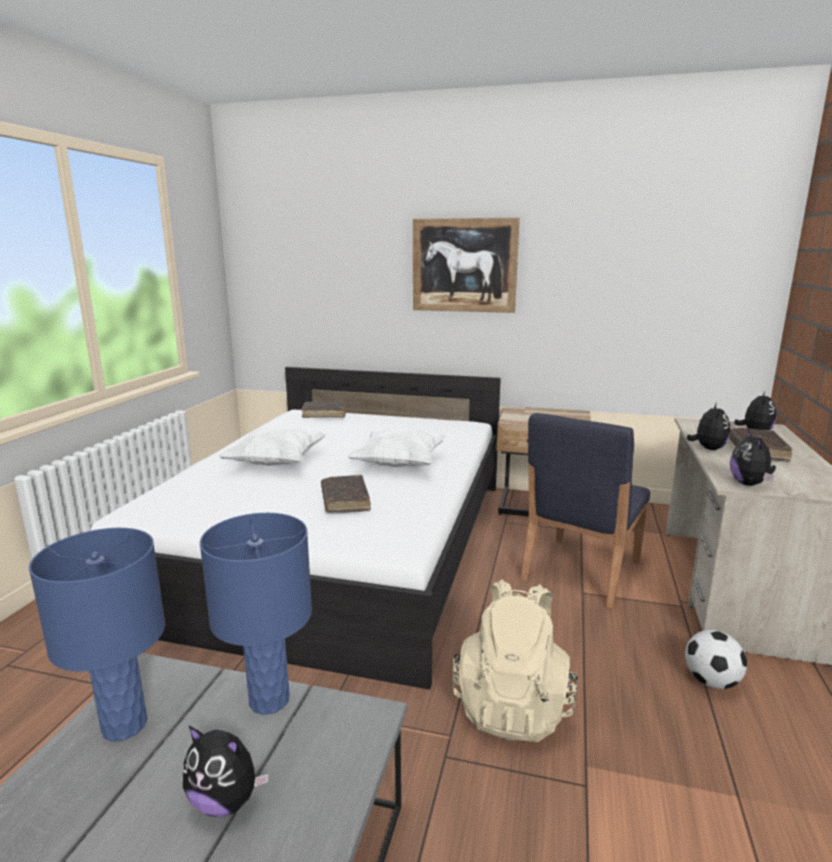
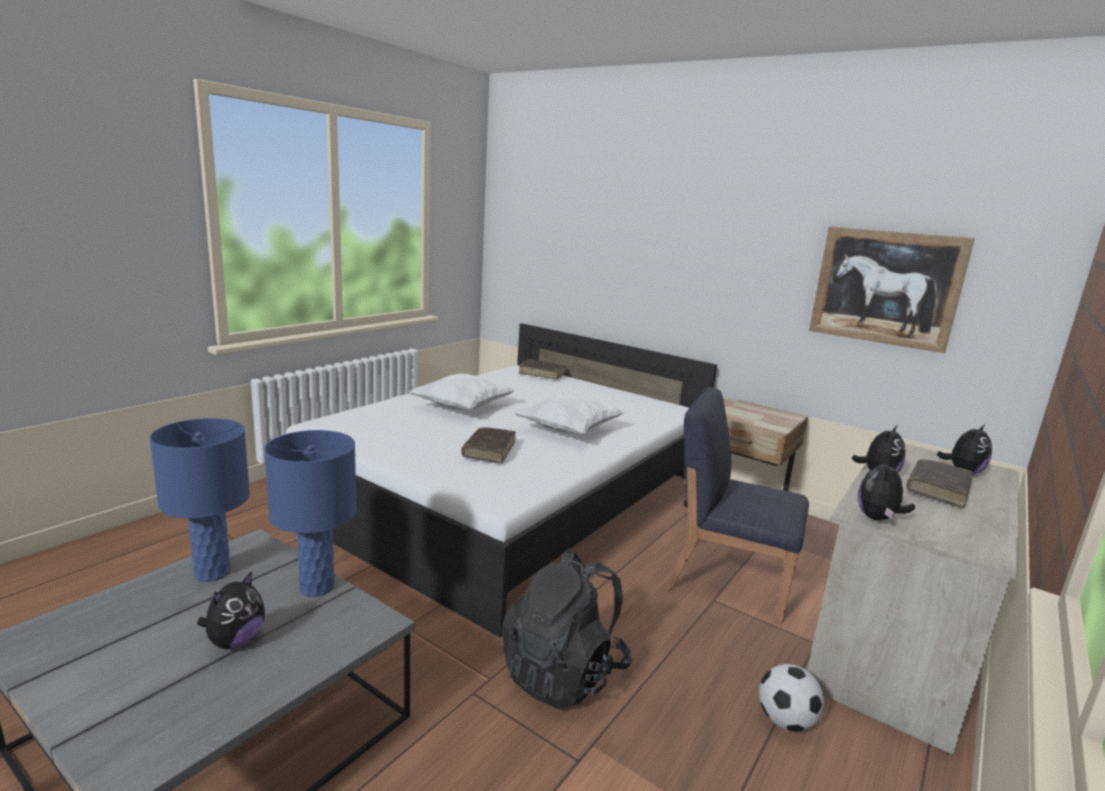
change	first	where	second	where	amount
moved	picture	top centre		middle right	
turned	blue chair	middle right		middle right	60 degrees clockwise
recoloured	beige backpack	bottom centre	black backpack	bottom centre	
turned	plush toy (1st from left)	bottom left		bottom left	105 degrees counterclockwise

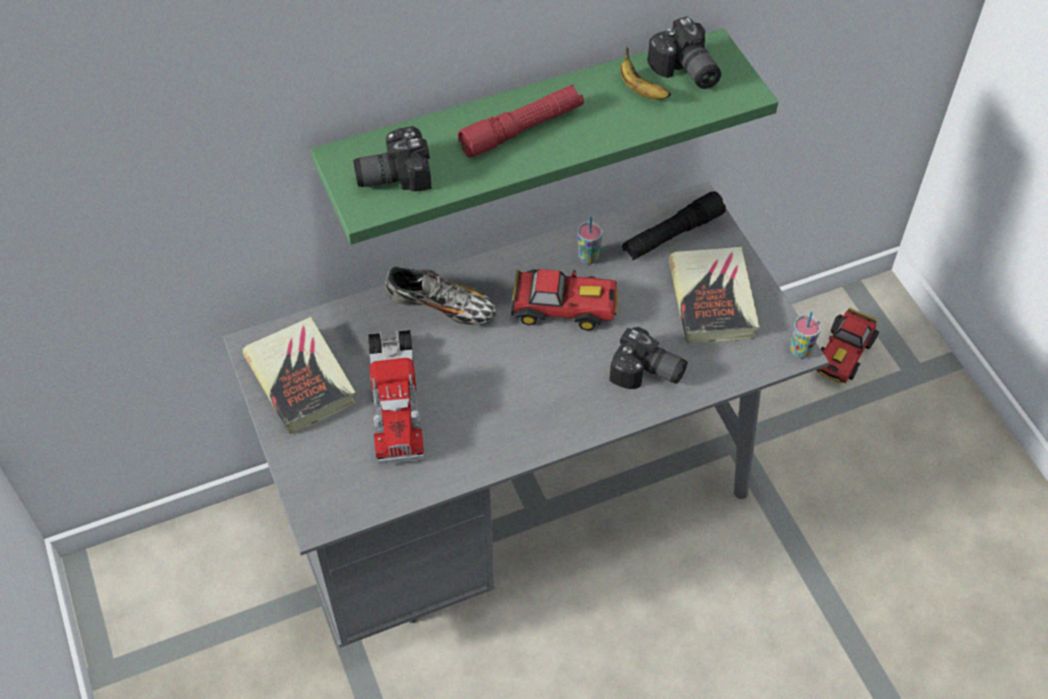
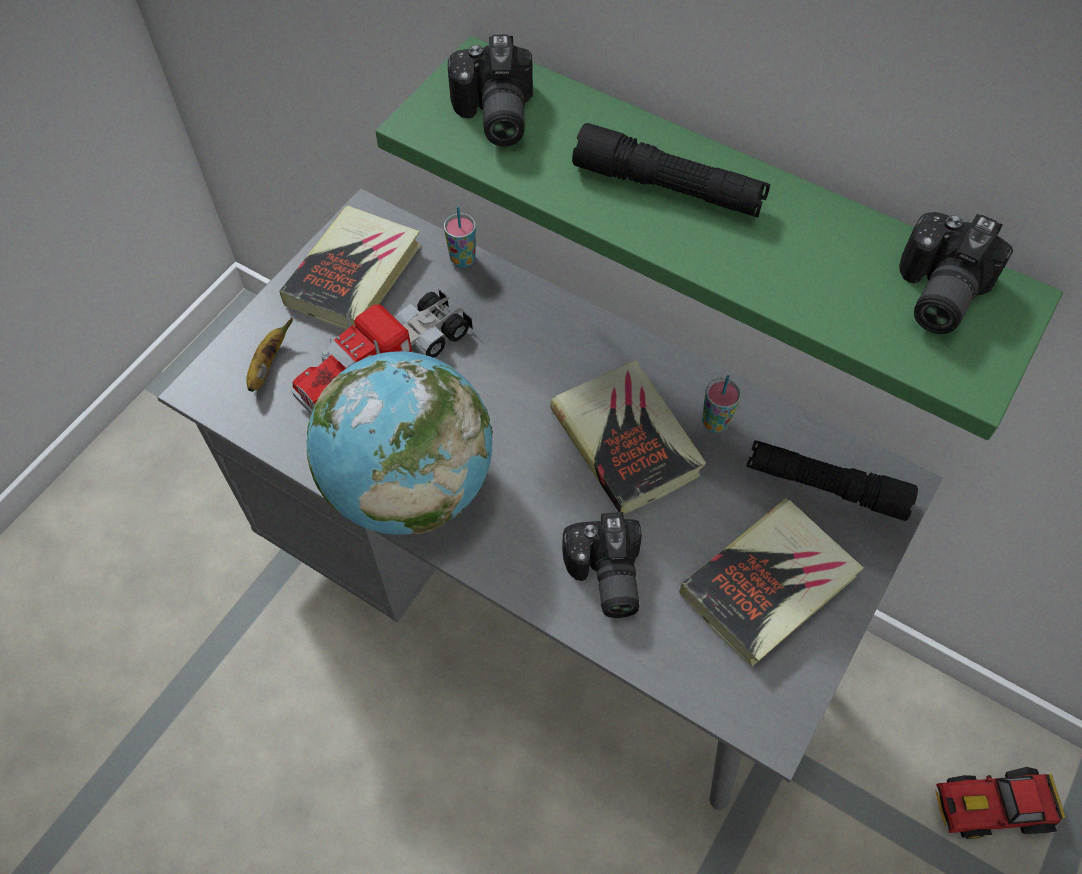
change	first	where	second	where	amount
moved	banana	top centre		middle left	
recoloured	red flashlight	top centre	black flashlight (1st from left)	top centre	
turned	photo camera (1st from left)	top centre		top centre	135 degrees counterclockwise
removed	shoe	centre			
replaced	toy car (1st from left)	centre	book (2nd from left)	centre	
moved	cup (2nd from left in the first image)	middle right	cup (1st from left)	top centre	
added			globe	centre	

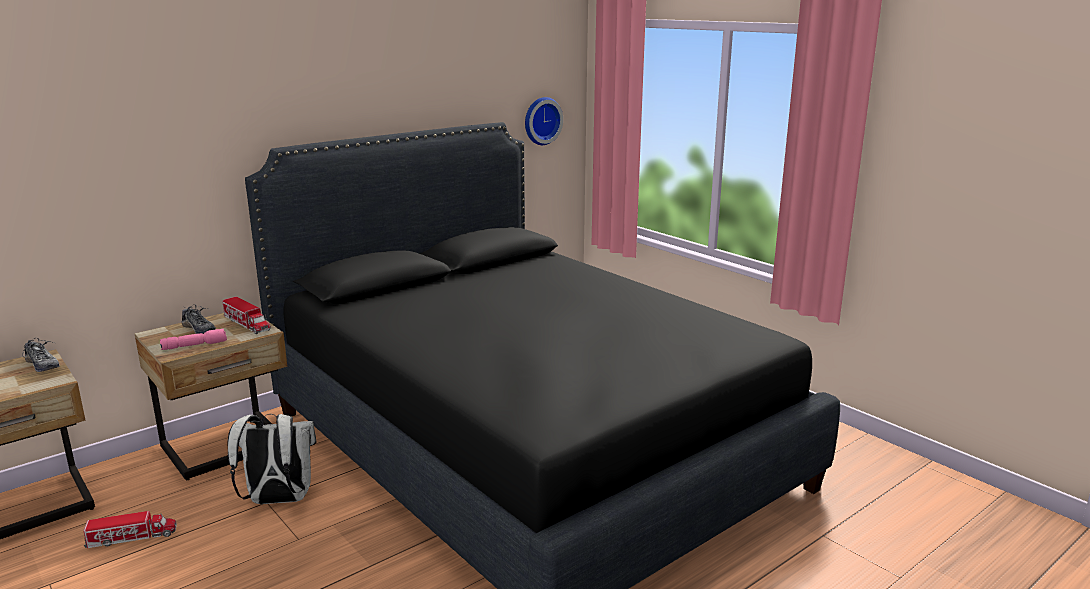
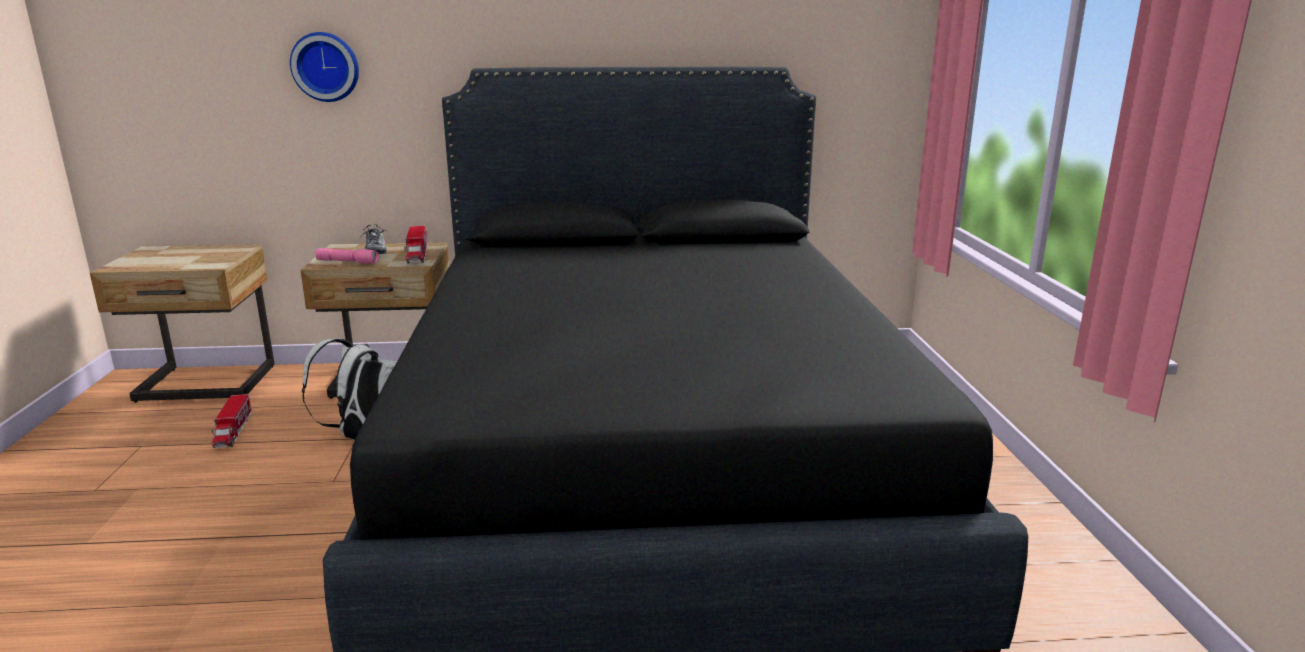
change	first	where	second	where	amount
moved	wall clock	top centre		top left	
removed	shoe (1st from left)	middle left			
turned	toy truck (1st from left)	bottom left		middle left	60 degrees clockwise

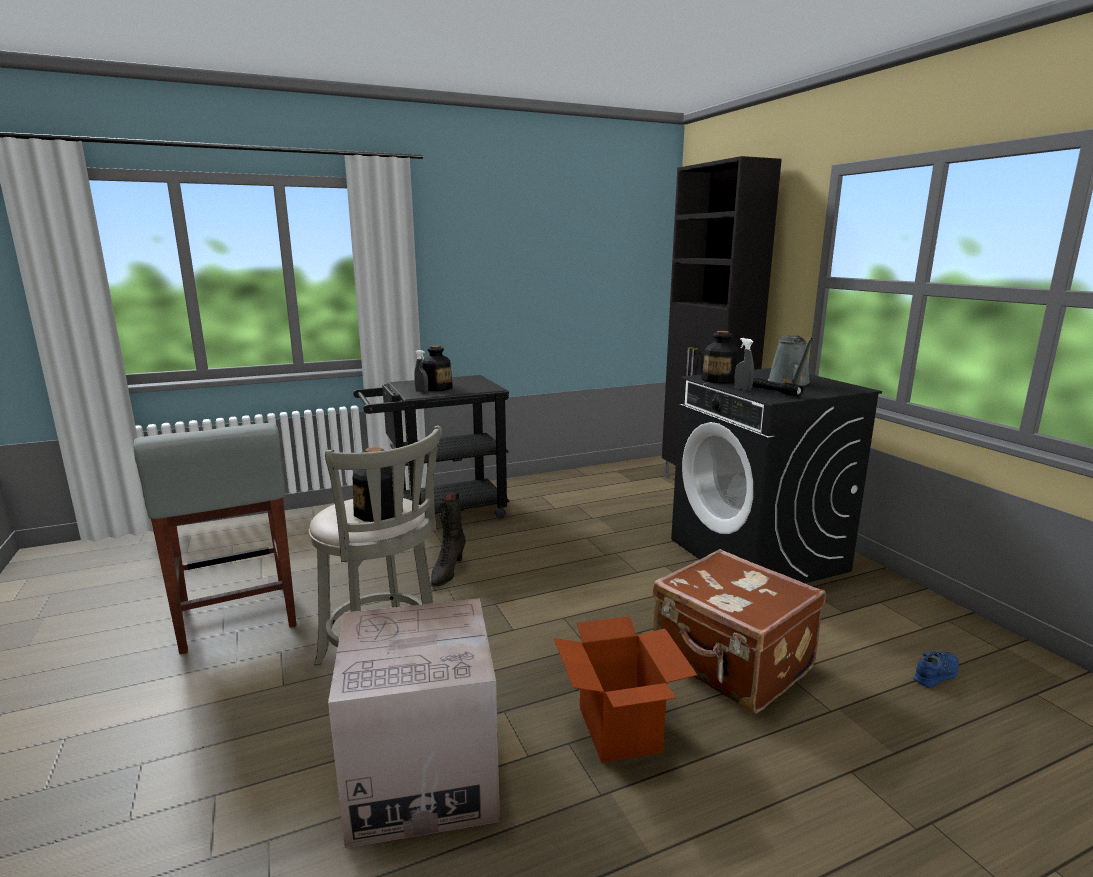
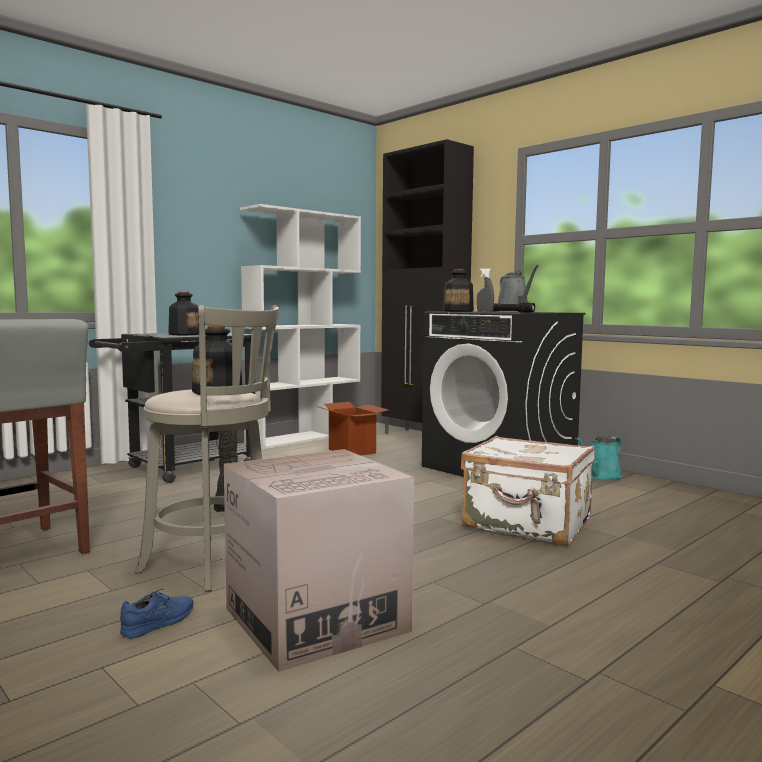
change	first	where	second	where	amount
removed	grey spray bottle (1st from left)	centre			
recoloured	brown suitcase	bottom right	white suitcase	middle right	
moved	cardboard box (2nd from left)	bottom centre		centre	
moved	blue shoe	bottom right		bottom left	
added			white bookcase	centre	
added			turquoise watering can	middle right	

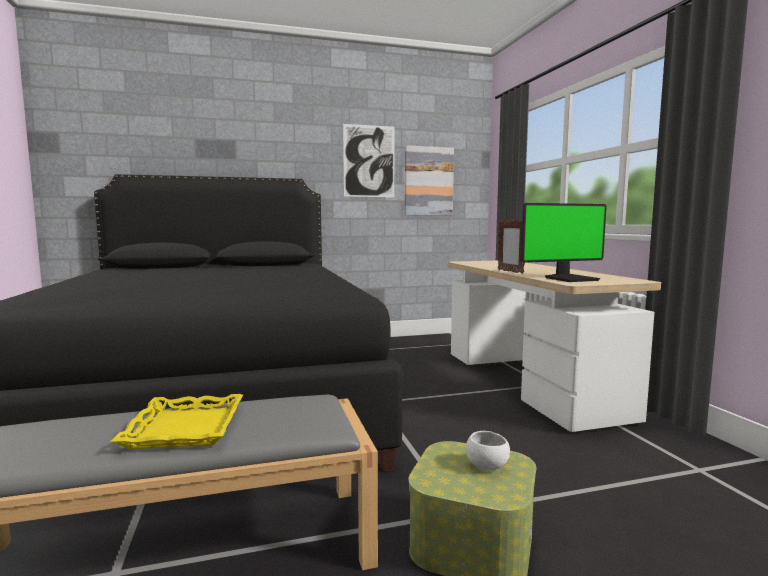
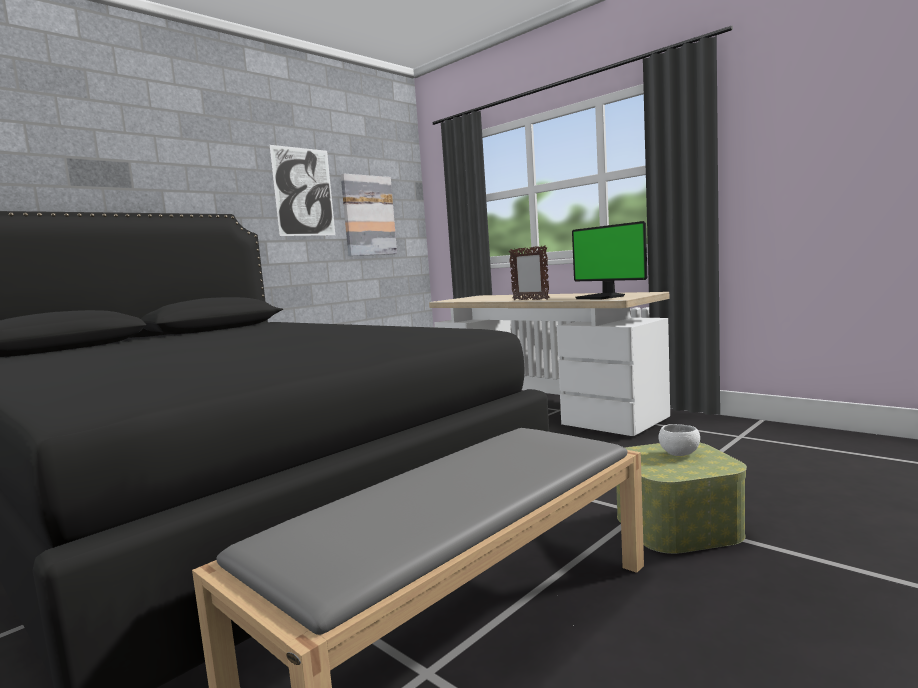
change	first	where	second	where	amount
turned	monitor	middle right		centre	105 degrees clockwise
removed	yellow tray	bottom left			

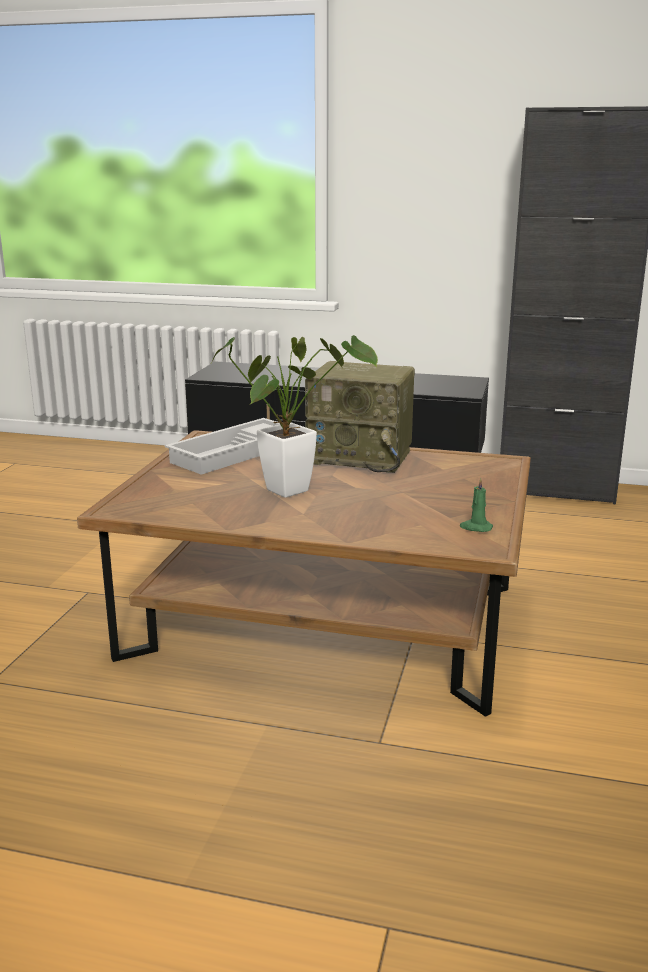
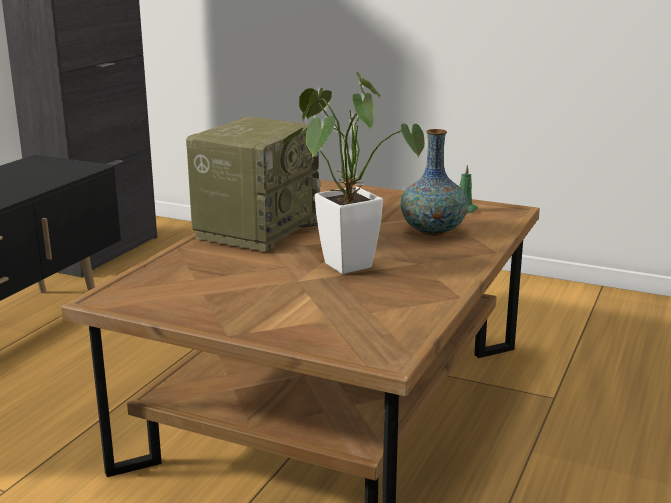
change	first	where	second	where	amount
removed	white tray	centre			
added			vase	centre	

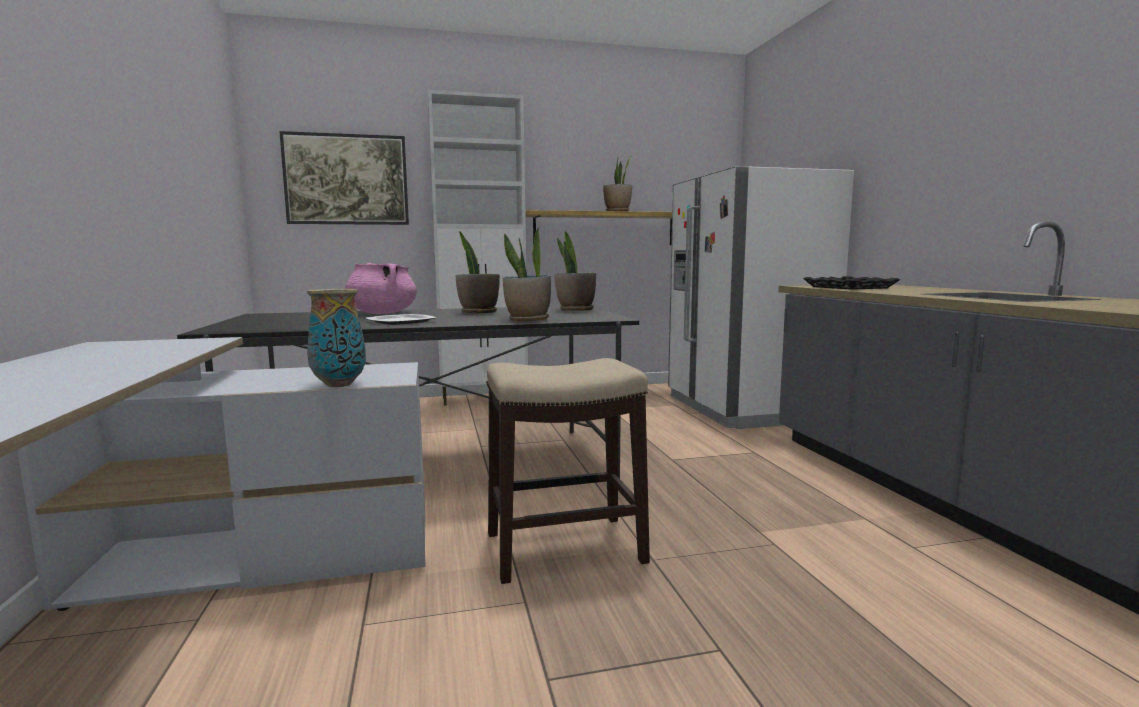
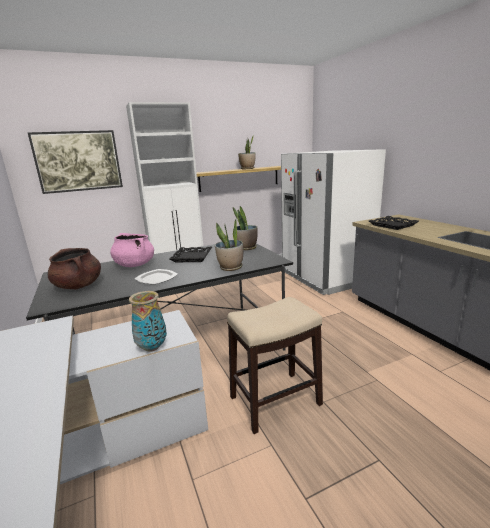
change	first	where	second	where	amount
replaced	potted plant (1st from left)	centre	black tray (1st from left)	centre	
added			brown cooking pot	middle left	

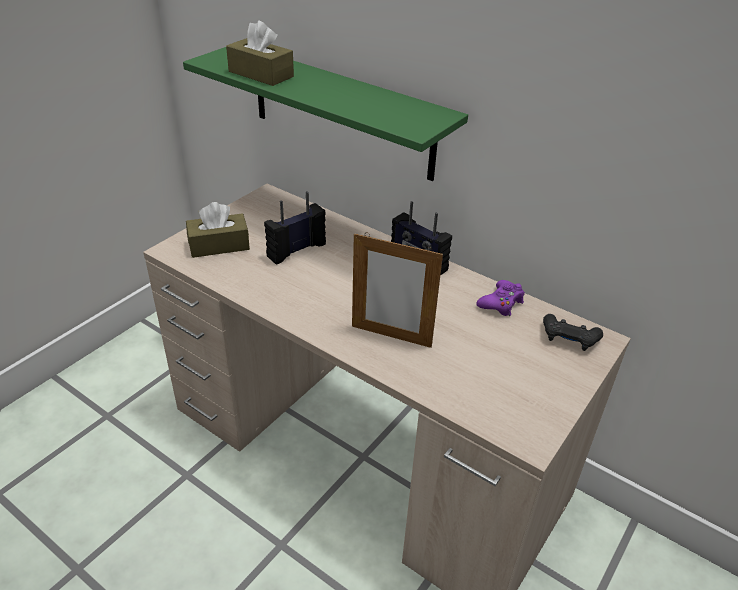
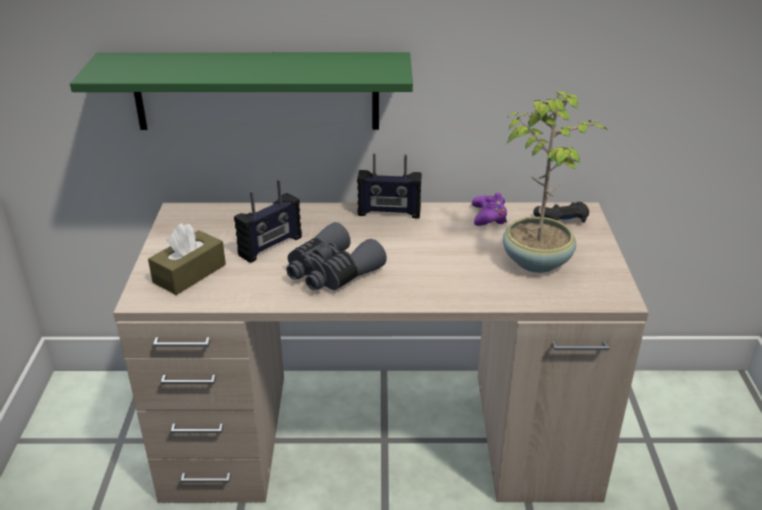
change	first	where	second	where	amount
removed	brown tissue box (2nd from left)	top centre			
turned	radio (1st from left)	centre		centre	150 degrees counterclockwise
removed	picture frame	centre			
added			potted plant	middle right	
added			grey binoculars	centre	

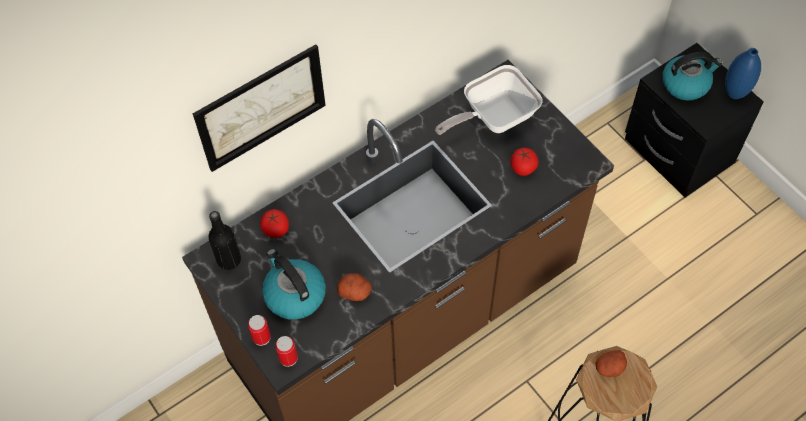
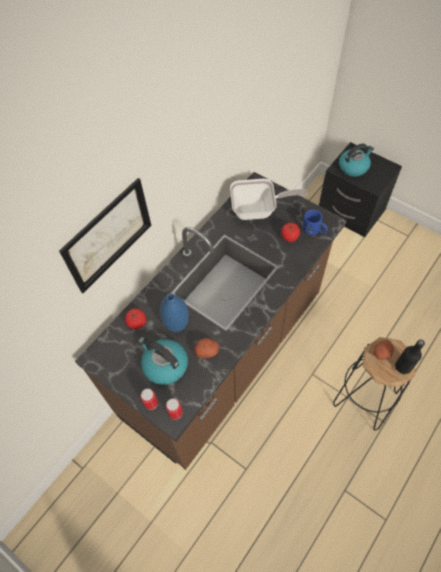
change	first	where	second	where	amount
moved	blue vase	top right		centre	
turned	frying pan	top centre		centre	135 degrees counterclockwise
moved	black bottle	middle left		middle right	
added			blue mug	middle right	

